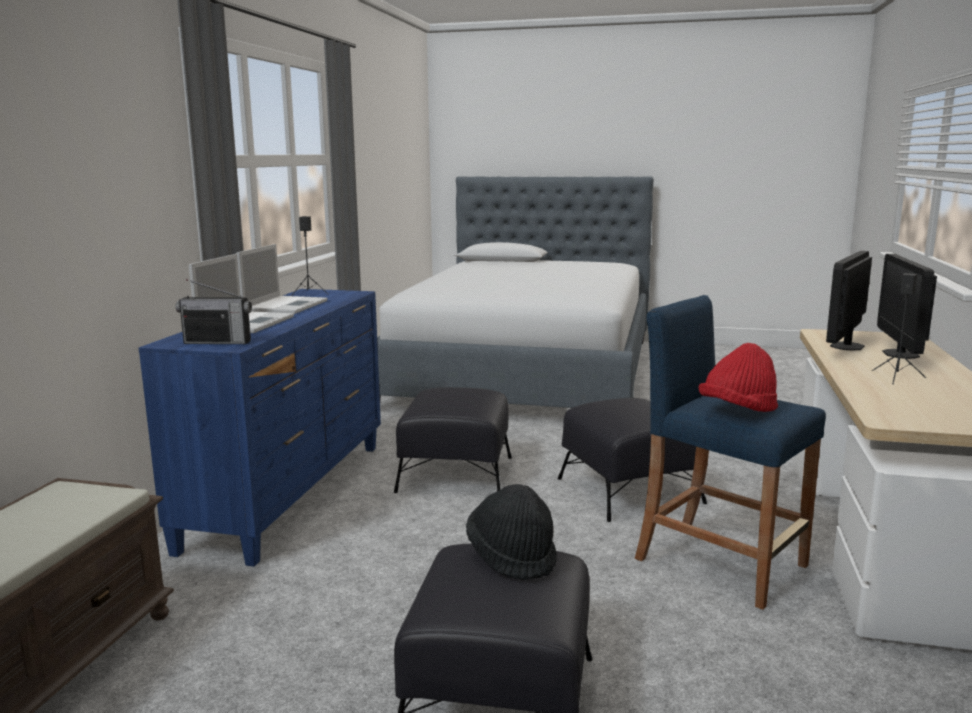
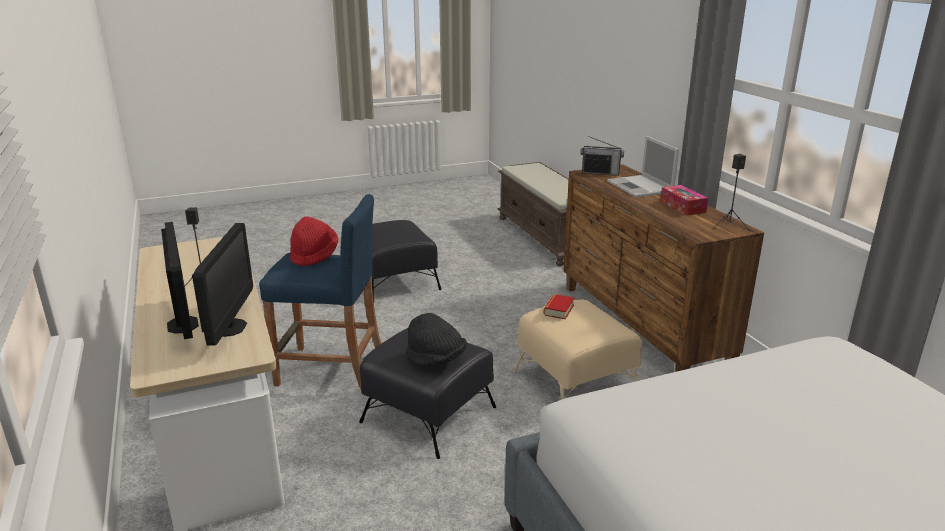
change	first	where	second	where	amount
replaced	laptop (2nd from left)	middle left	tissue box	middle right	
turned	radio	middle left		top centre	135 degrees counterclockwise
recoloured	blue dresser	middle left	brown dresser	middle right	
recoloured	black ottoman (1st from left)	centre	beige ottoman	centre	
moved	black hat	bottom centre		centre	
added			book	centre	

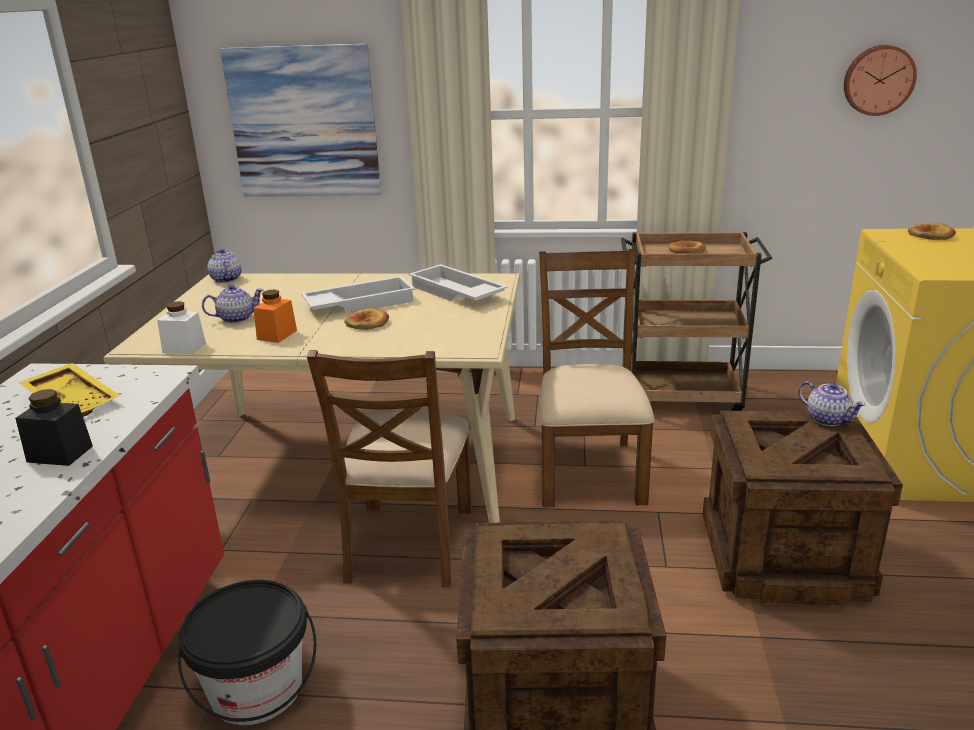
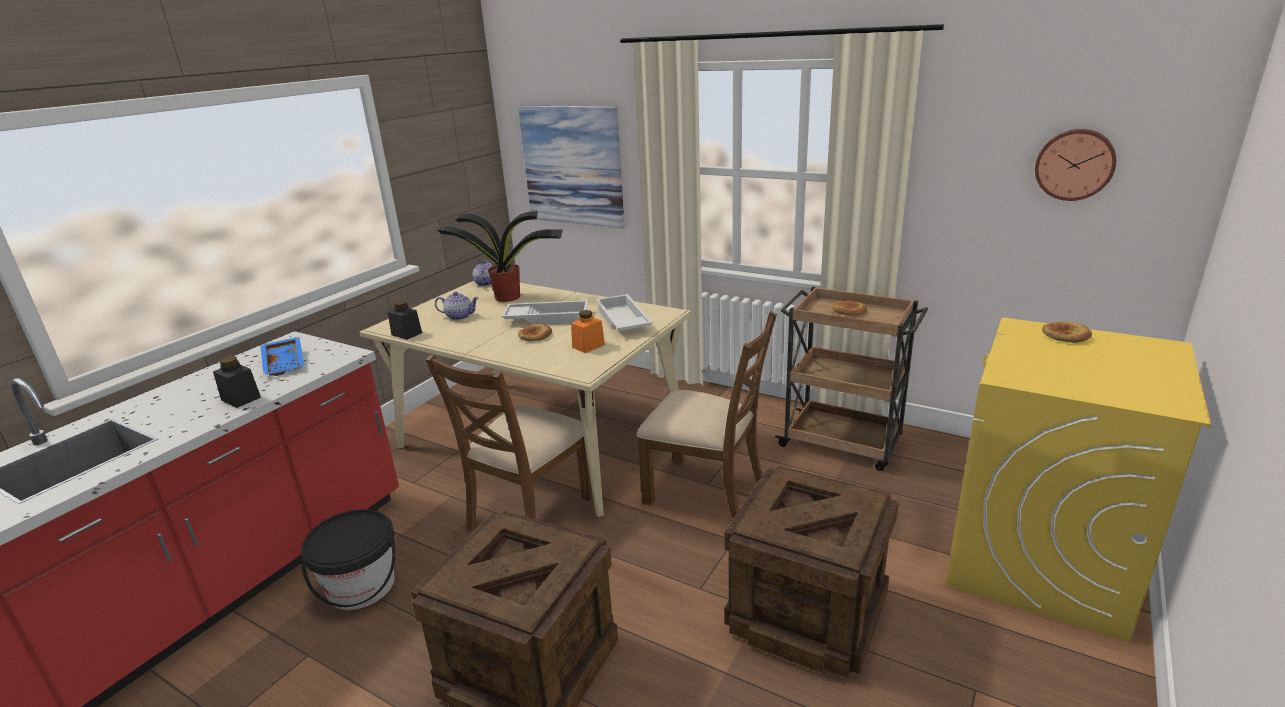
change	first	where	second	where	amount
turned	brown chair (2nd from left)	centre		centre	90 degrees clockwise
moved	orange jar	middle left		centre	
recoloured	white jar	middle left	black jar (2nd from left)	middle left	
recoloured	yellow tray	middle left	blue tray	middle left	
removed	teapot (3rd from left)	middle right			
added			potted plant	centre	

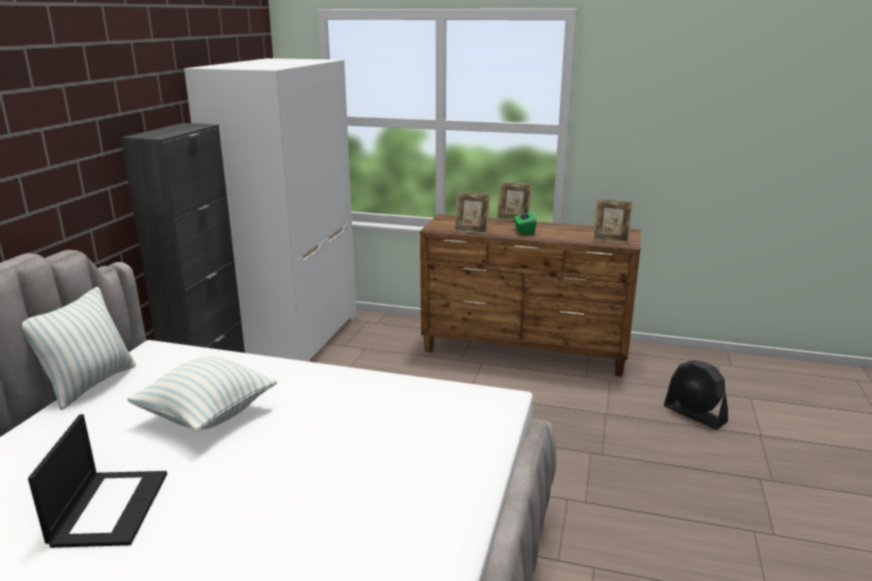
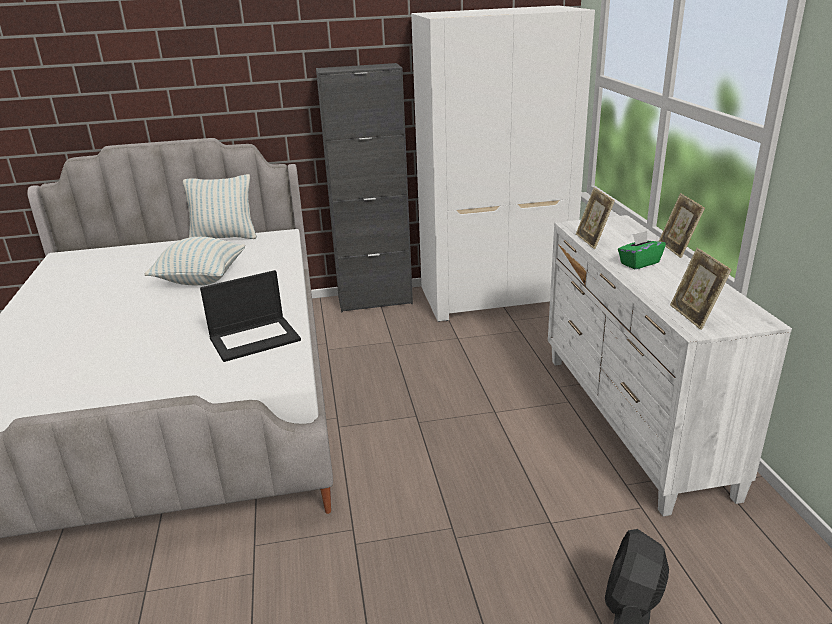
change	first	where	second	where	amount
recoloured	brown dresser	centre	white dresser	middle right	
moved	laptop	bottom left		middle left	

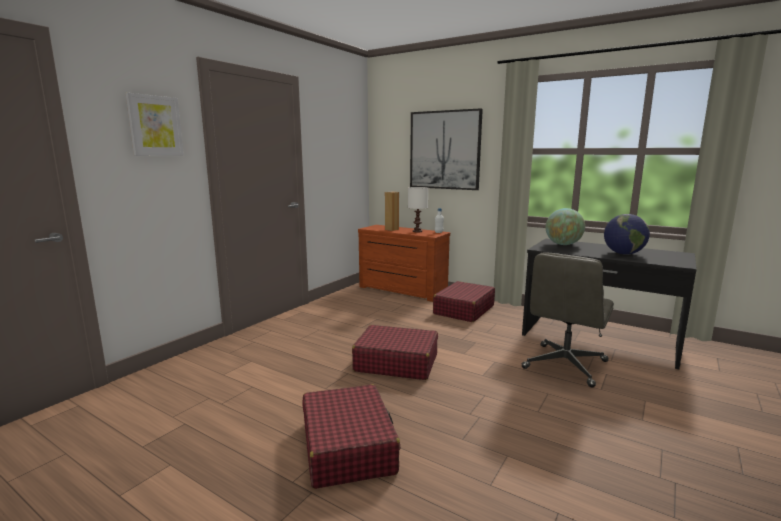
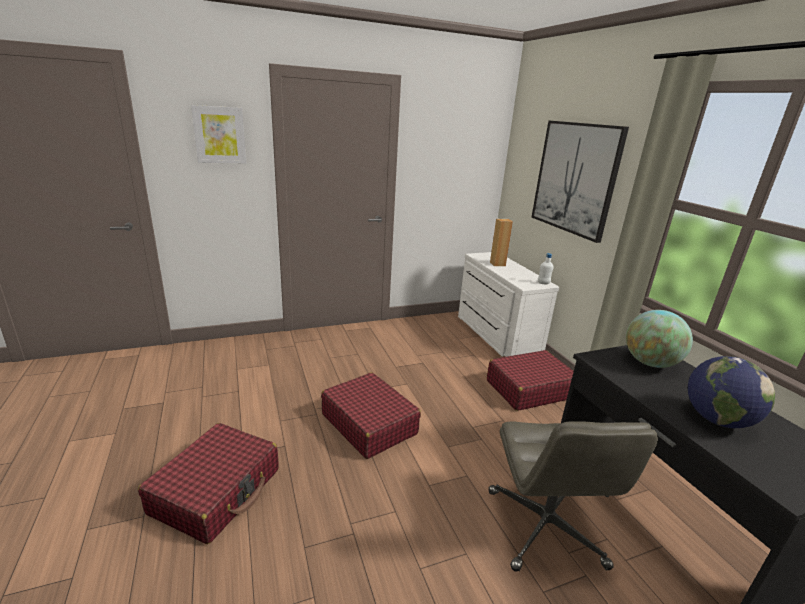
change	first	where	second	where	amount
removed	white table lamp	centre			
recoloured	brown dresser	centre	white dresser	centre	
turned	grey office chair	middle right		bottom right	75 degrees counterclockwise

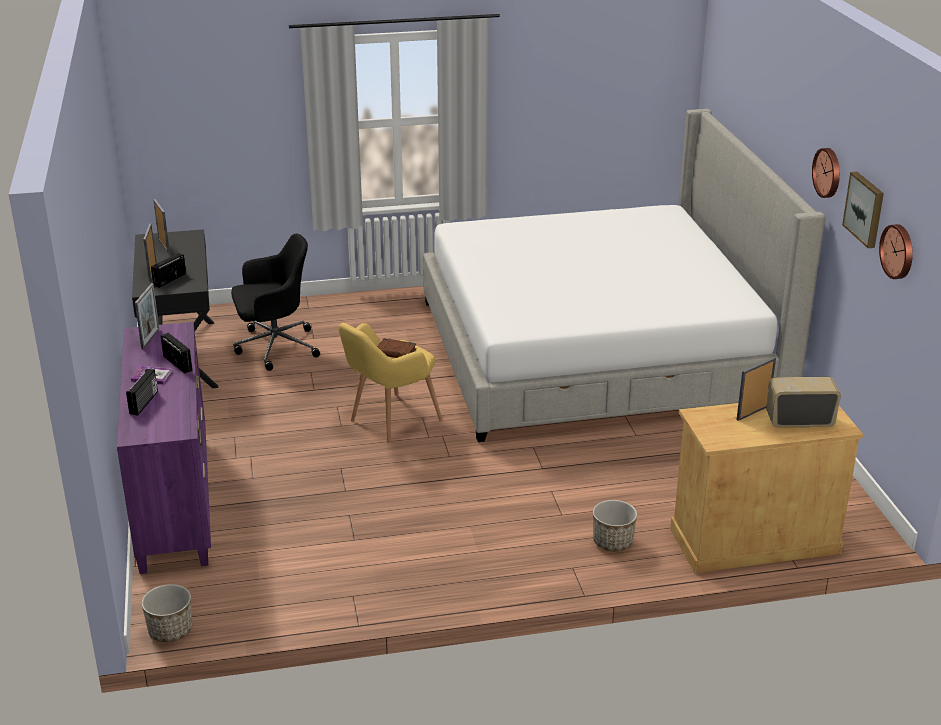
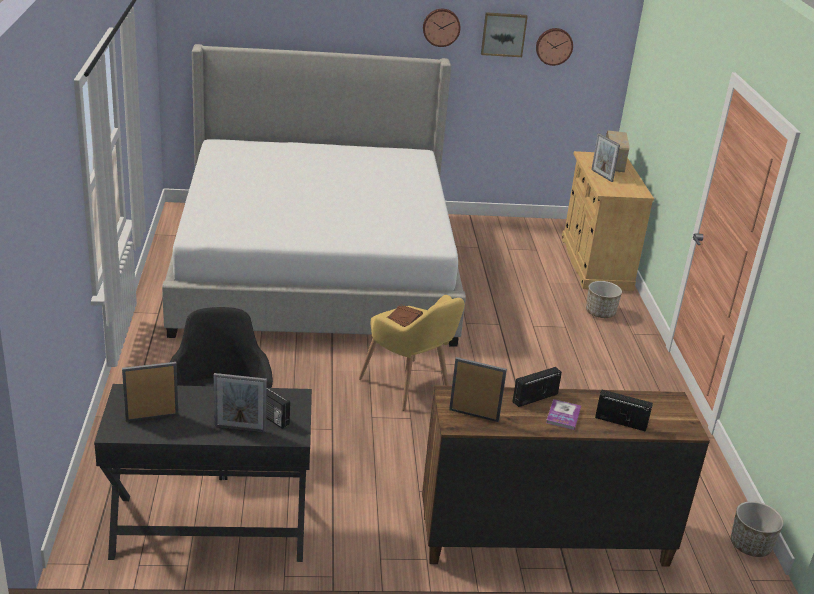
change	first	where	second	where	amount
recoloured	purple dresser	middle left	brown dresser	bottom right	

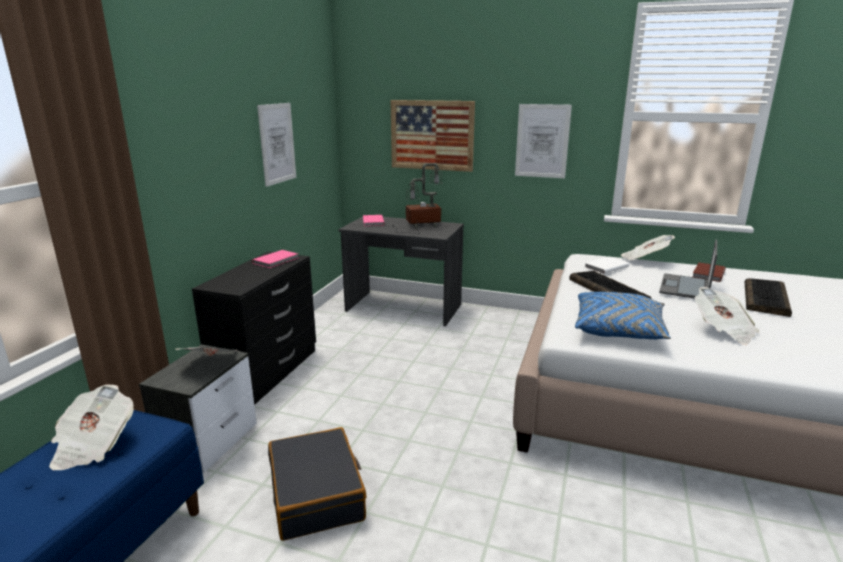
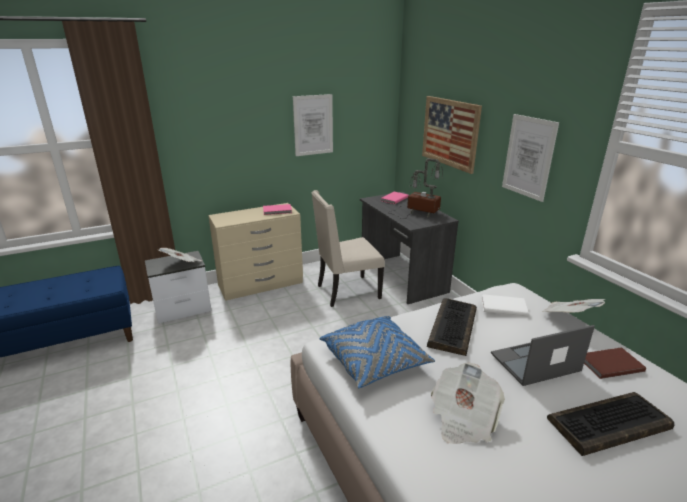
change	first	where	second	where	amount
recoloured	black dresser	middle left	beige dresser	centre	
removed	newspaper (1st from left)	bottom left			
removed	black suitcase	bottom centre			
added			beige chair	centre	

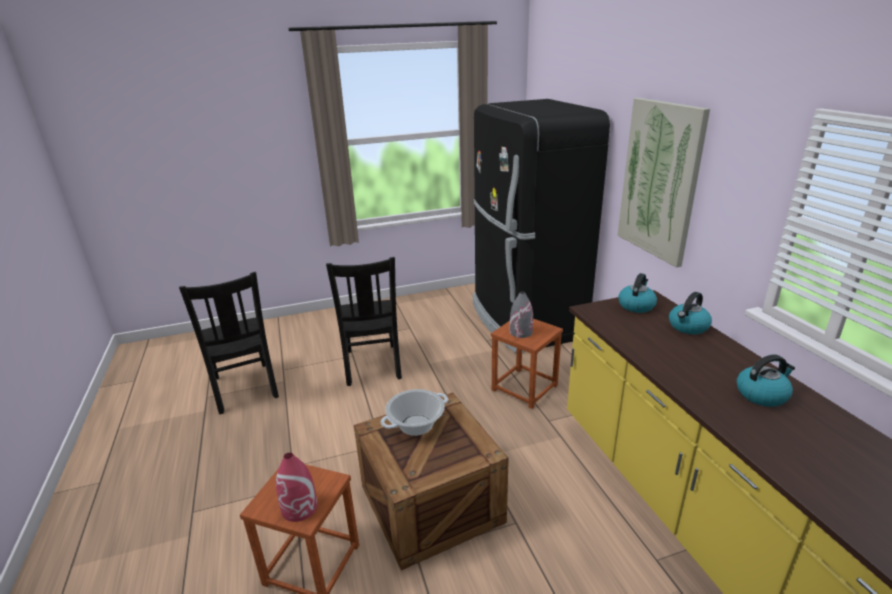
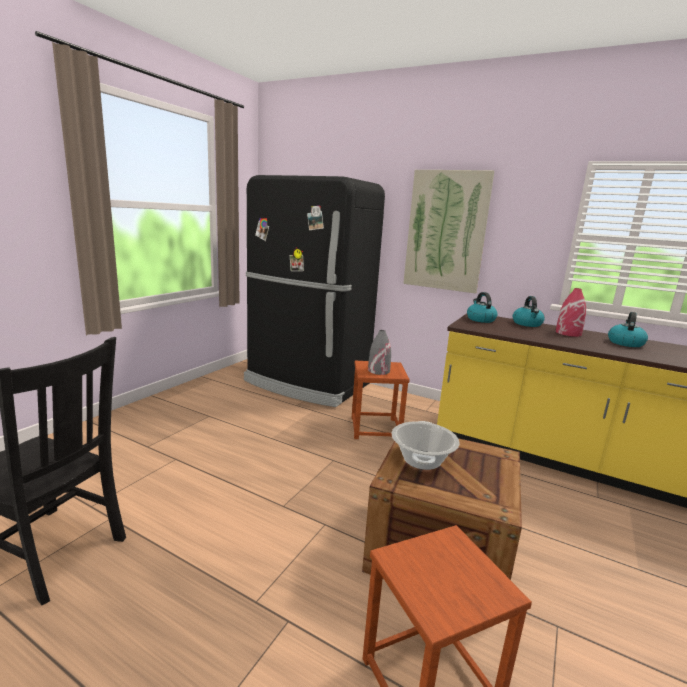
change	first	where	second	where	amount
removed	black chair (2nd from left)	centre			
moved	red vase	bottom left		middle right	

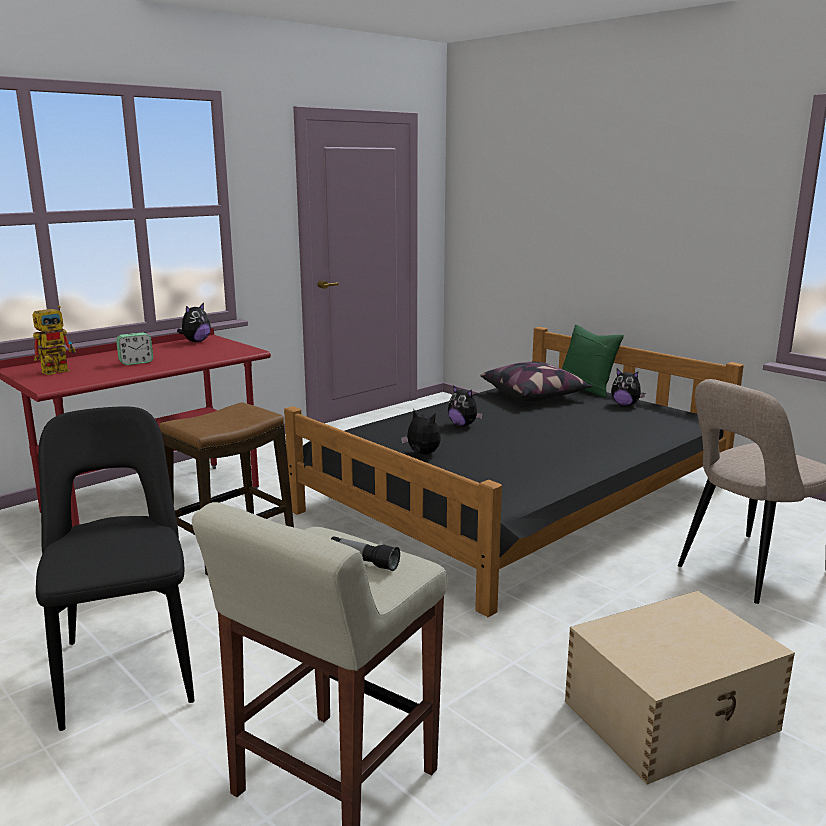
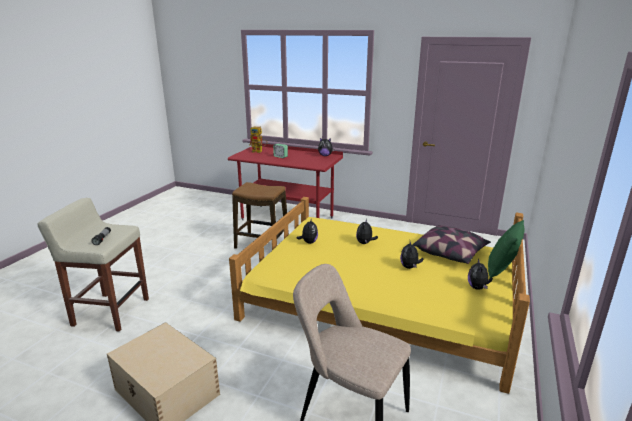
change	first	where	second	where	amount
recoloured	black bed	centre	yellow bed	bottom centre	
removed	black chair	bottom left			
added			plush toy (4th from left)	centre	

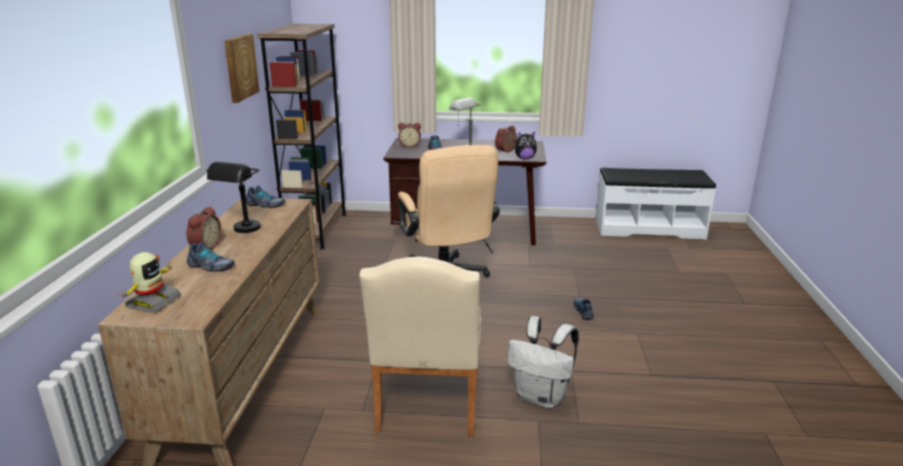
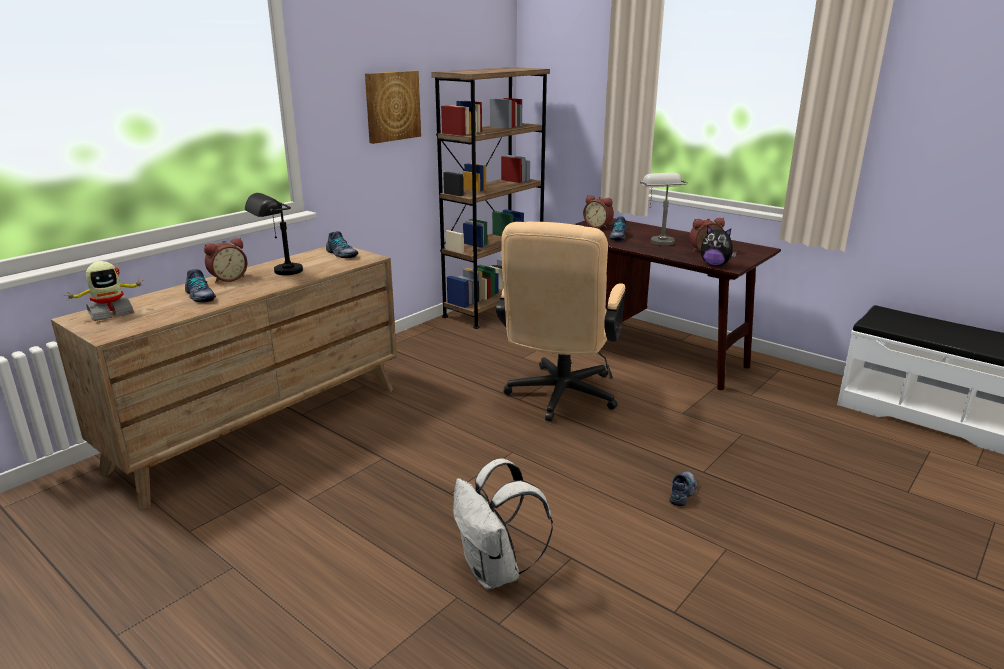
change	first	where	second	where	amount
removed	beige chair	bottom centre			

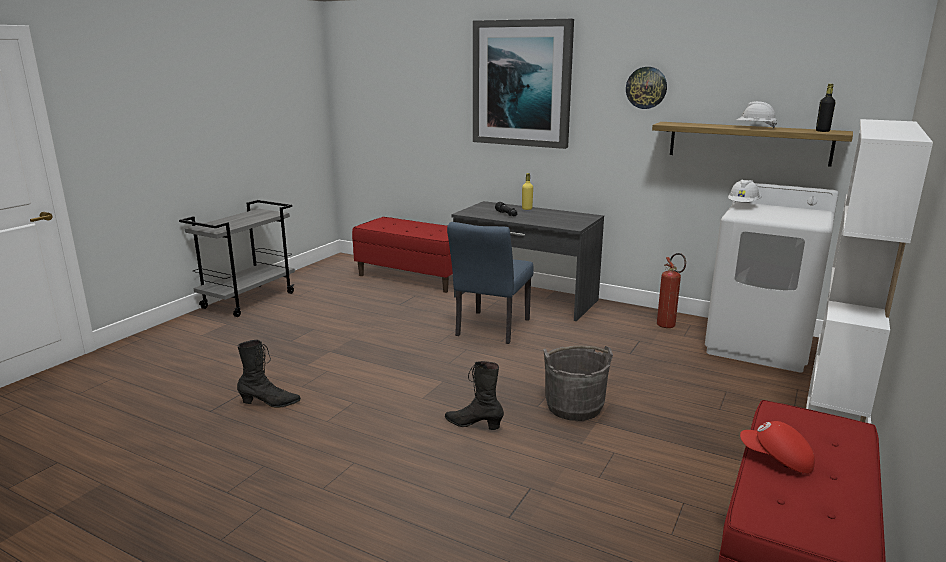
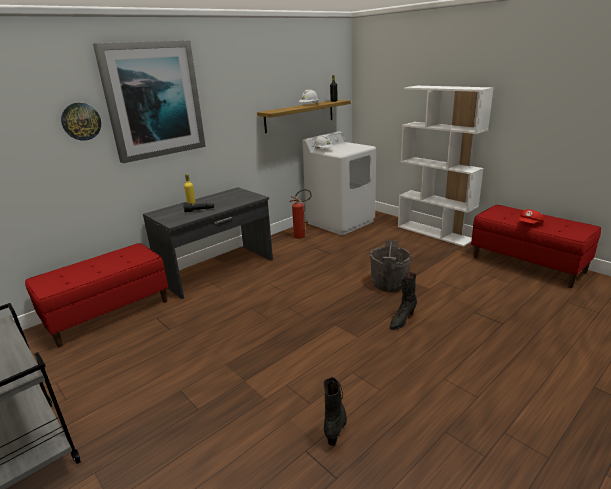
change	first	where	second	where	amount
moved	wall clock	top right		top left	
removed	blue chair	centre			

